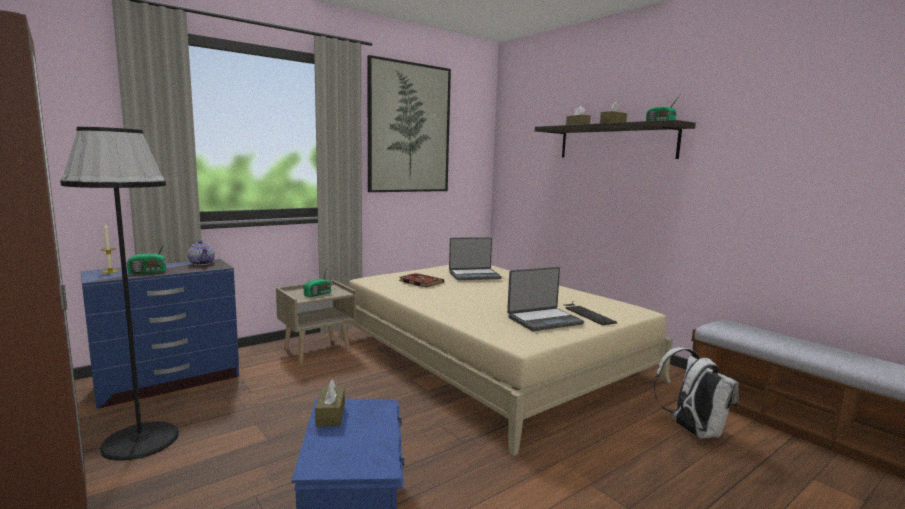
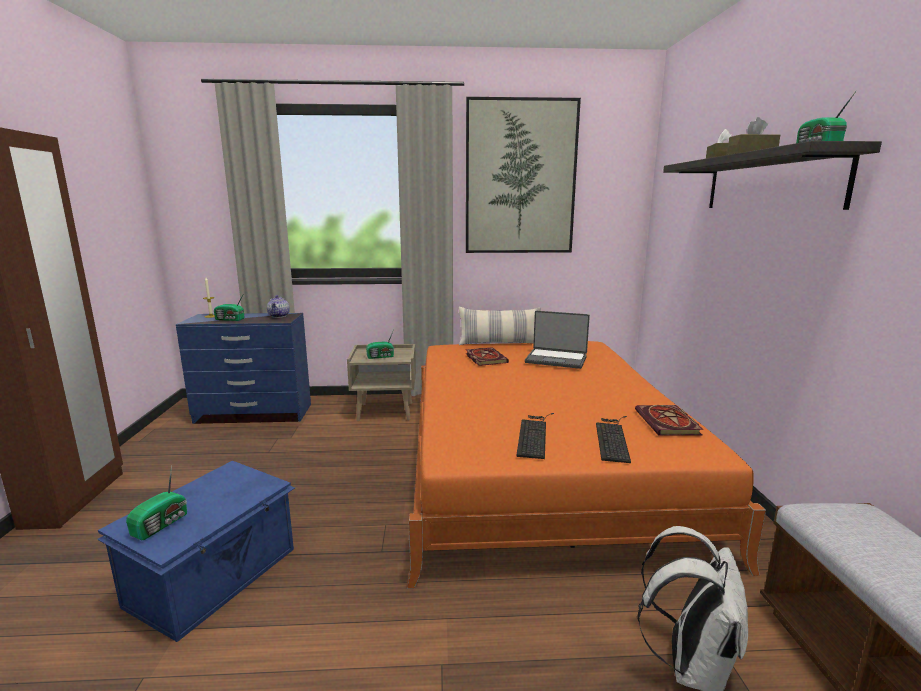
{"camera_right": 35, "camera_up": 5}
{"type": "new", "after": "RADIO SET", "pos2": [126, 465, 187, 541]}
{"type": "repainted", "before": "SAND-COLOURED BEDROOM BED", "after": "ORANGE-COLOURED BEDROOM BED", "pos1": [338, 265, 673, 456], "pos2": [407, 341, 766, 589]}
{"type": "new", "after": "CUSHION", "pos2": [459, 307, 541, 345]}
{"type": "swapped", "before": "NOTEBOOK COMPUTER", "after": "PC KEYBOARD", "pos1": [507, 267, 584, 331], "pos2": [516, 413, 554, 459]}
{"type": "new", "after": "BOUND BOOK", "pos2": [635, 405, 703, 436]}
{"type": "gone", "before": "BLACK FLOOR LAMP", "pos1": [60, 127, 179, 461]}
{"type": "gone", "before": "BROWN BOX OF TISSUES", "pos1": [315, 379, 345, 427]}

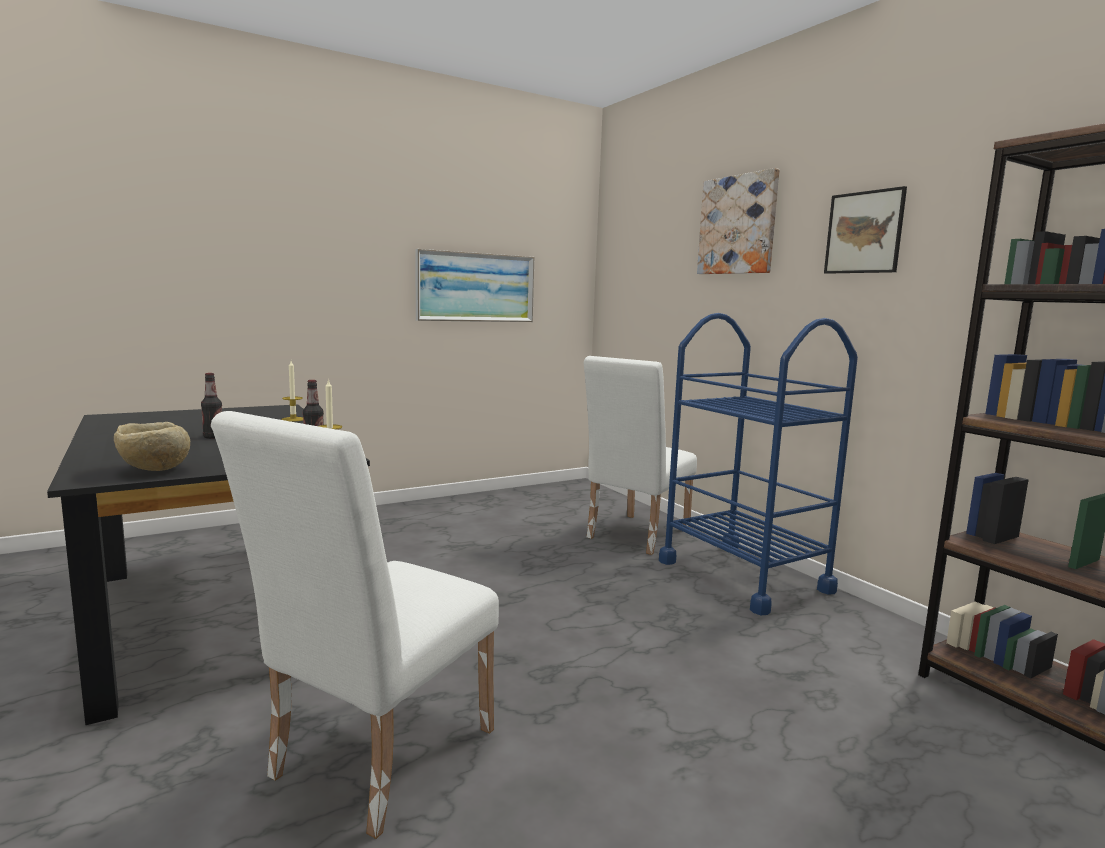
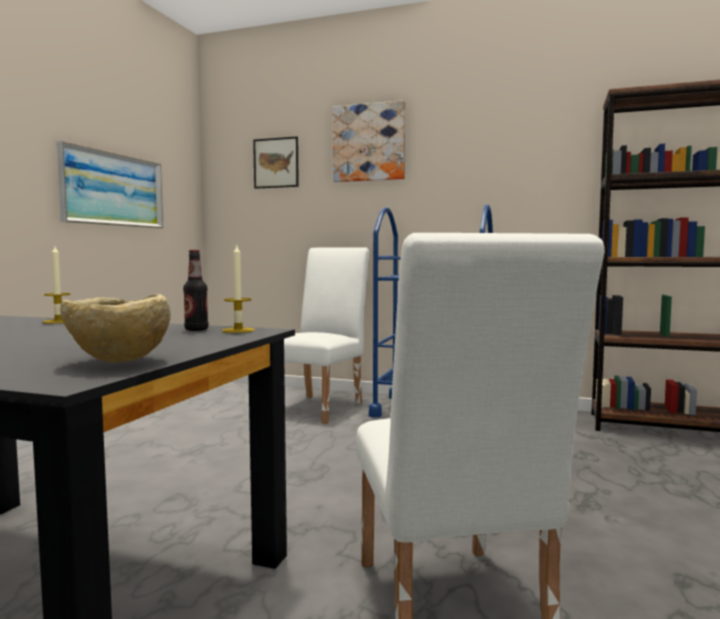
{"camera_right": -40, "camera_up": -5}
{"type": "shifted", "before": "WALL PICTURE", "pos1": [824, 186, 907, 274], "pos2": [253, 136, 299, 189]}
{"type": "rotated", "before": "WHITISH PLAIN CHAIR", "pos1": [584, 356, 697, 555], "pos2": [284, 247, 370, 424], "turn": -150}
{"type": "gone", "before": "BEVERAGE BOTTLE", "pos1": [201, 373, 222, 439]}

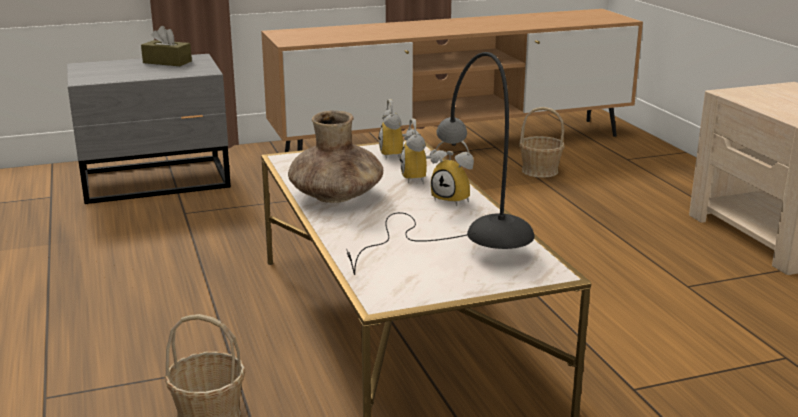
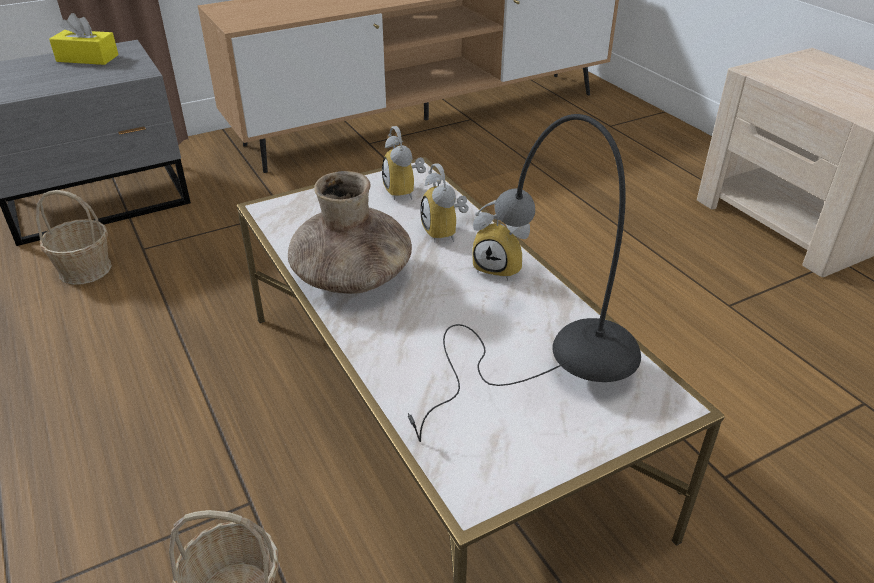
{"camera_right": -10, "camera_up": 15}
{"type": "shifted", "before": "BASKET", "pos1": [519, 107, 565, 178], "pos2": [36, 190, 112, 285]}
{"type": "repainted", "before": "BROWN BOX OF TISSUES", "after": "YELLOWISH BOX OF TISSUES", "pos1": [141, 26, 192, 66], "pos2": [49, 13, 119, 65]}

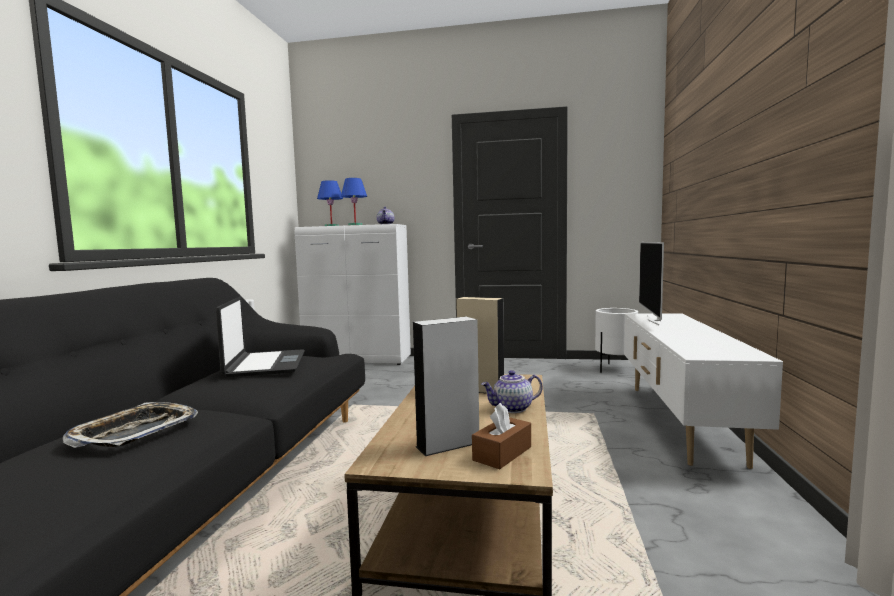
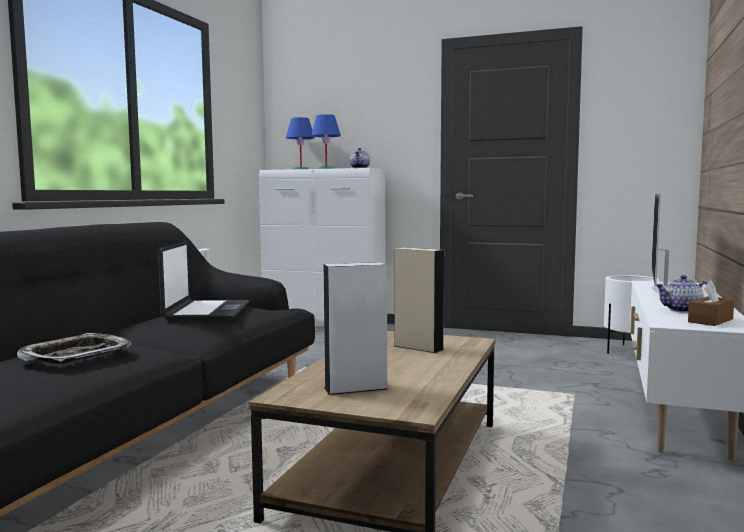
{"camera_right": 10, "camera_up": 0}
{"type": "shifted", "before": "POT FOR TEA", "pos1": [481, 370, 543, 413], "pos2": [655, 275, 709, 313]}
{"type": "shifted", "before": "BROWN BOX OF TISSUES", "pos1": [472, 403, 531, 469], "pos2": [688, 281, 734, 326]}

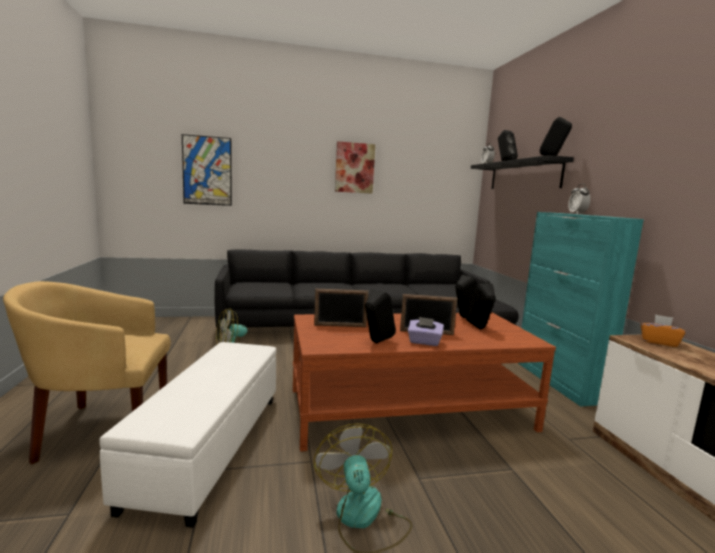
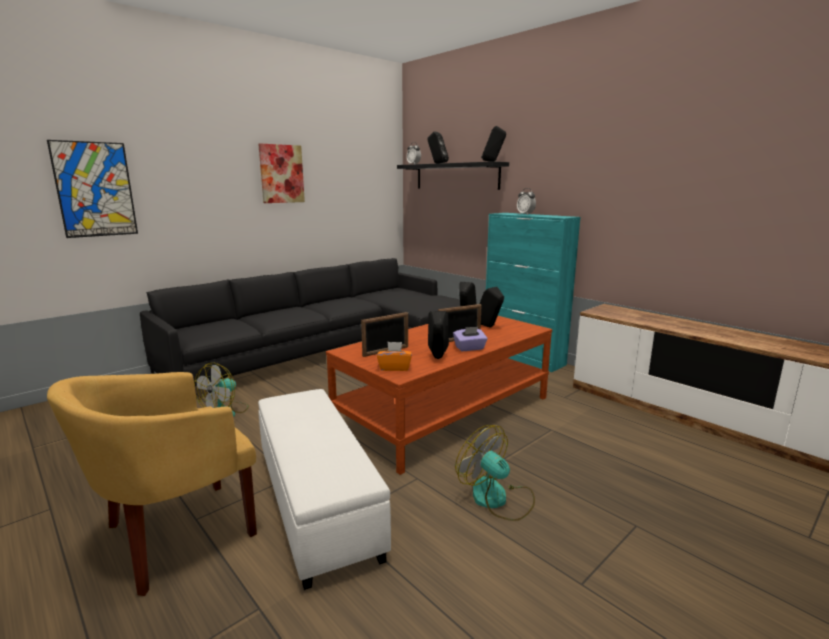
{"camera_right": -30, "camera_up": 5}
{"type": "shifted", "before": "ORANGE-COLOURED BOX OF TISSUES", "pos1": [641, 315, 686, 347], "pos2": [377, 342, 412, 371]}

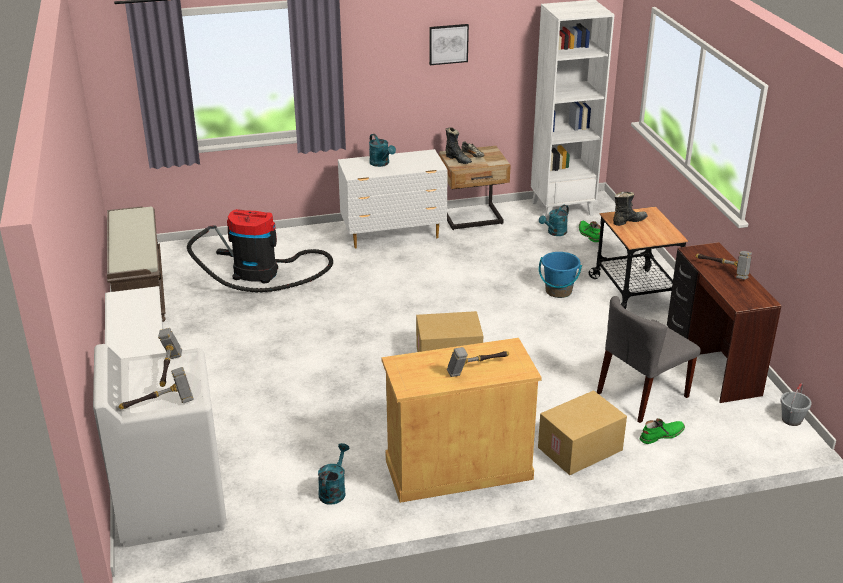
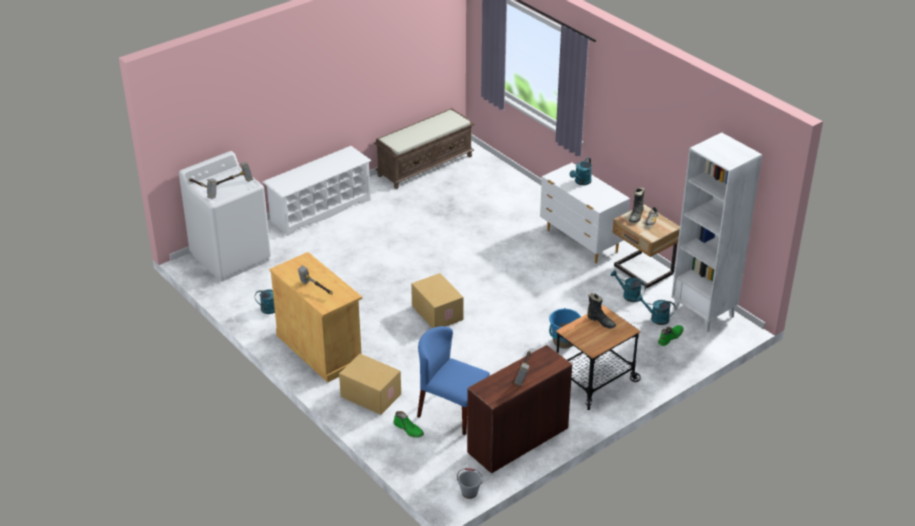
{"camera_right": 65, "camera_up": 5}
{"type": "repainted", "before": "GREY PLAIN CHAIR", "after": "BLUISH PLAIN CHAIR", "pos1": [597, 296, 701, 423], "pos2": [417, 326, 490, 435]}
{"type": "new", "after": "TURQUOISE-COLOURED WATERING POT", "pos2": [611, 270, 646, 302]}
{"type": "gone", "before": "HOOVER", "pos1": [187, 209, 333, 292]}
{"type": "gone", "before": "WALL PICTURE", "pos1": [429, 24, 469, 65]}

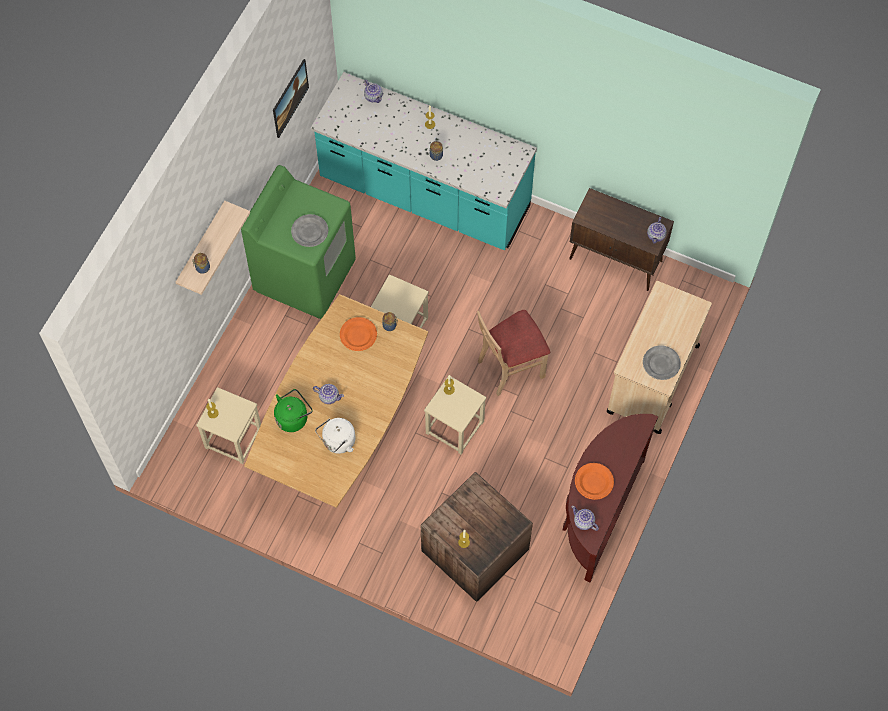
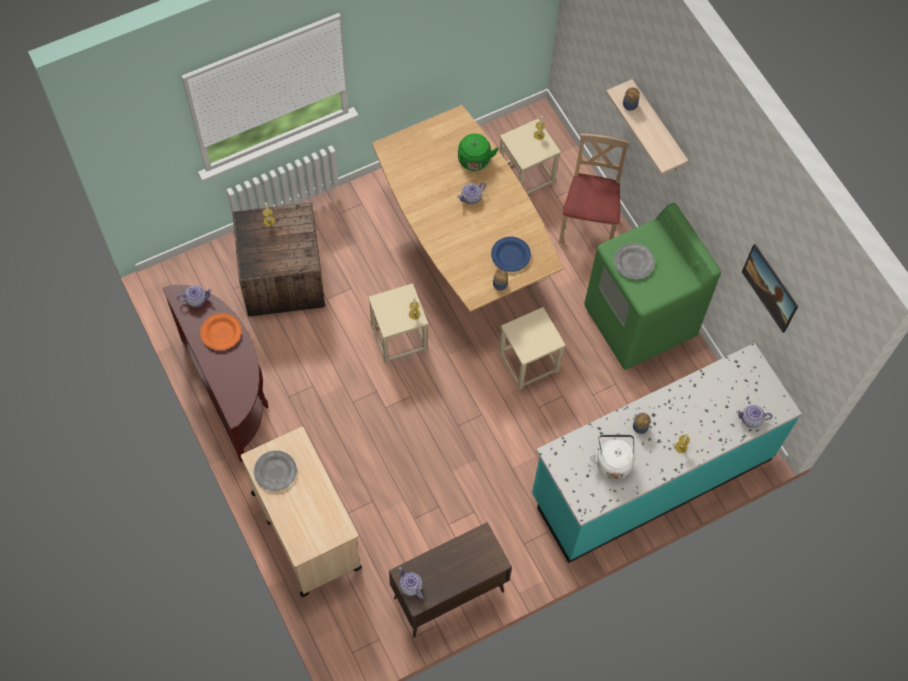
{"camera_right": 125, "camera_up": 0}
{"type": "repainted", "before": "ORANGE-COLOURED FLAT DISH", "after": "BLUISH FLAT DISH", "pos1": [340, 317, 377, 351], "pos2": [491, 237, 531, 272]}
{"type": "shifted", "before": "SAND-COLOURED PLAIN CHAIR", "pos1": [477, 310, 550, 396], "pos2": [559, 133, 629, 244]}
{"type": "shifted", "before": "WHITISH KETTLE", "pos1": [315, 418, 355, 454], "pos2": [590, 435, 635, 479]}

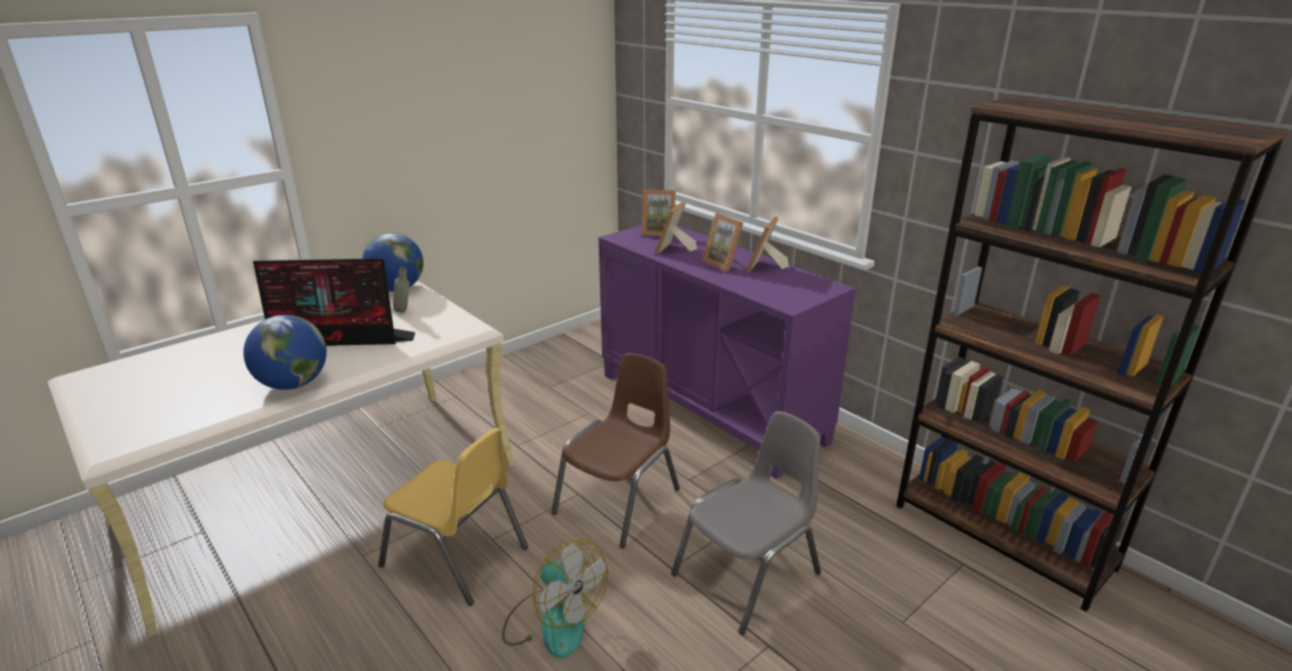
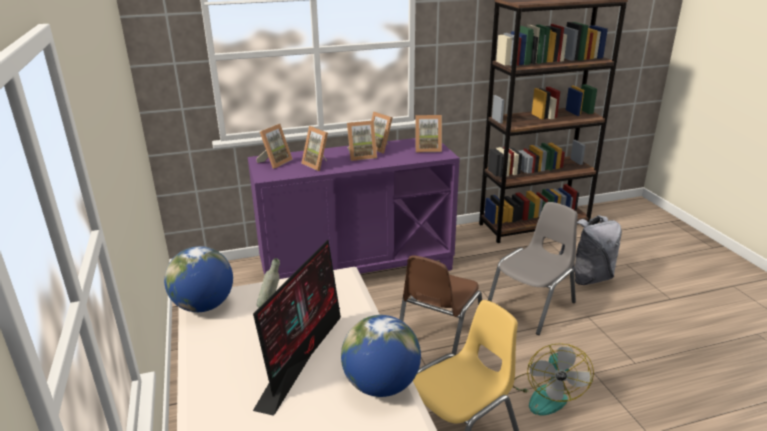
{"camera_right": -65, "camera_up": 0}
{"type": "rotated", "before": "BROWN PLAIN CHAIR", "pos1": [551, 353, 680, 549], "pos2": [399, 255, 482, 355], "turn": -120}
{"type": "new", "after": "PICTURE FRAME", "pos2": [415, 115, 442, 152]}
{"type": "rotated", "before": "GREY PLAIN CHAIR", "pos1": [671, 411, 821, 635], "pos2": [488, 202, 578, 335], "turn": 60}
{"type": "rotated", "before": "ELECTRIC FAN", "pos1": [502, 540, 608, 658], "pos2": [513, 343, 594, 416], "turn": 120}
{"type": "new", "after": "GREY RUCKSACK", "pos2": [559, 215, 622, 285]}

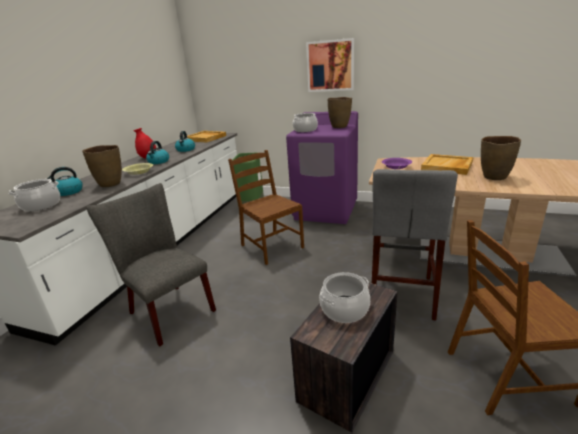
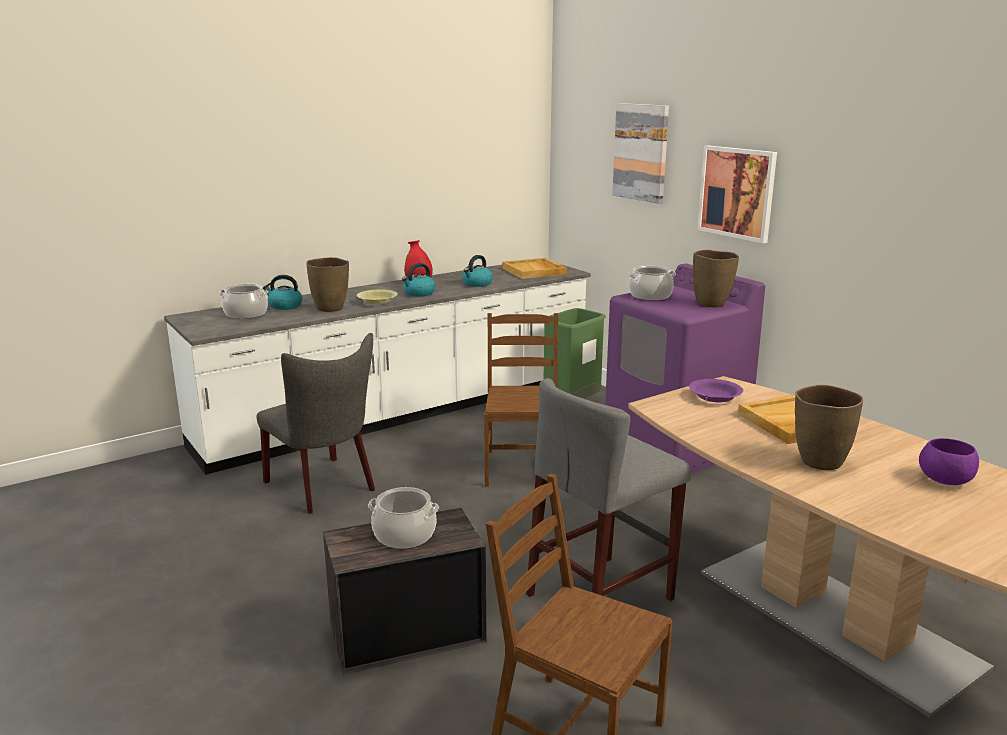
{"camera_right": 35, "camera_up": -5}
{"type": "rotated", "before": "GREY PLAIN CHAIR", "pos1": [86, 183, 216, 347], "pos2": [256, 333, 375, 514], "turn": 150}
{"type": "new", "after": "WALL PICTURE", "pos2": [612, 103, 669, 204]}
{"type": "new", "after": "PURPLE-COLOURED SERVING BOWL", "pos2": [919, 438, 979, 485]}

